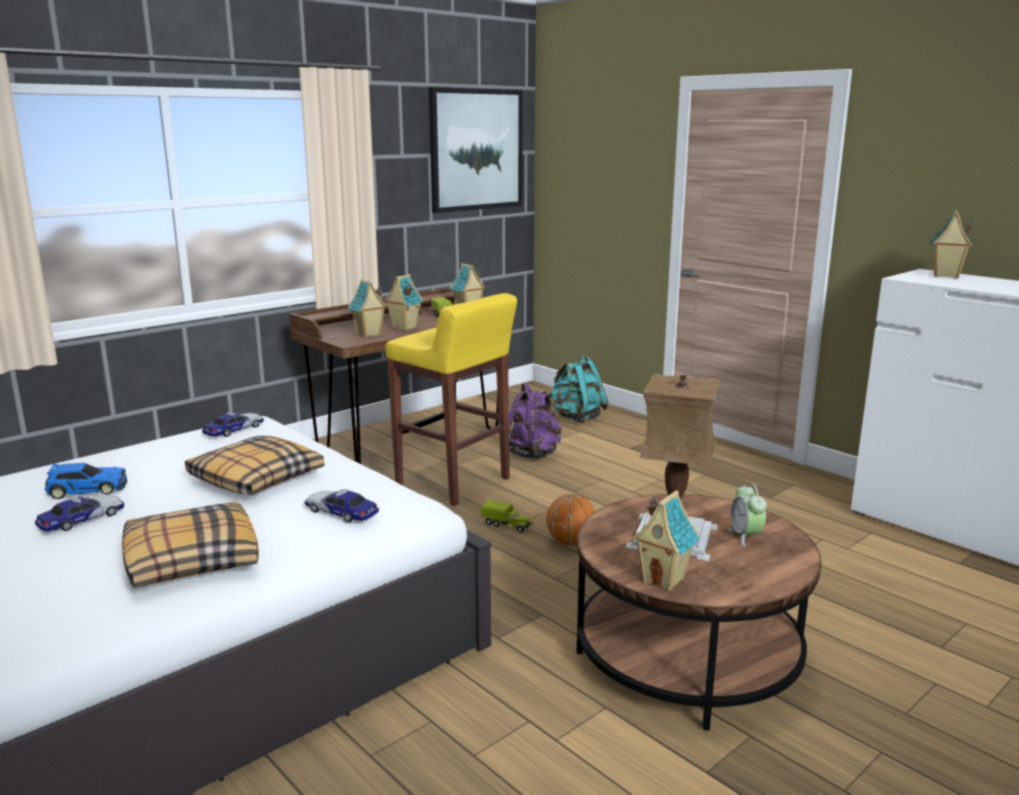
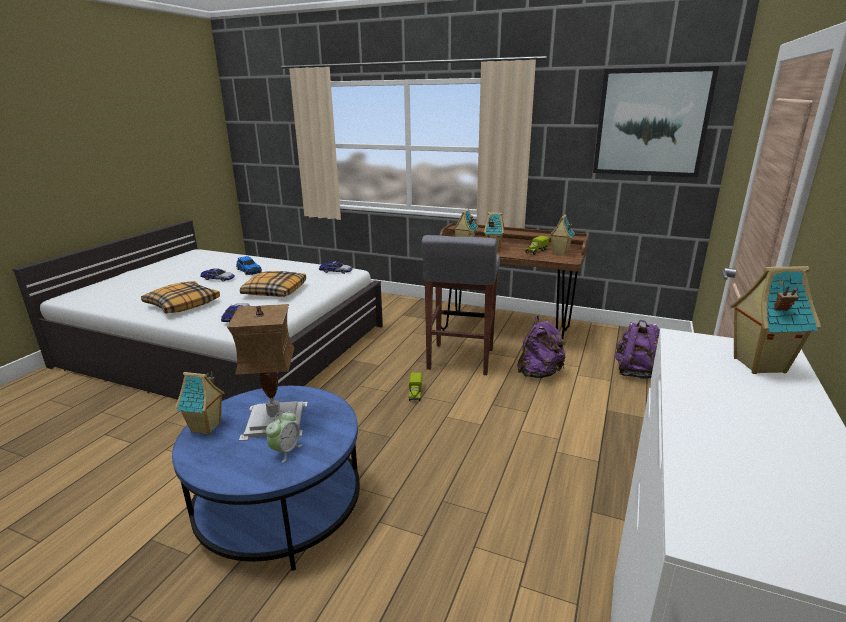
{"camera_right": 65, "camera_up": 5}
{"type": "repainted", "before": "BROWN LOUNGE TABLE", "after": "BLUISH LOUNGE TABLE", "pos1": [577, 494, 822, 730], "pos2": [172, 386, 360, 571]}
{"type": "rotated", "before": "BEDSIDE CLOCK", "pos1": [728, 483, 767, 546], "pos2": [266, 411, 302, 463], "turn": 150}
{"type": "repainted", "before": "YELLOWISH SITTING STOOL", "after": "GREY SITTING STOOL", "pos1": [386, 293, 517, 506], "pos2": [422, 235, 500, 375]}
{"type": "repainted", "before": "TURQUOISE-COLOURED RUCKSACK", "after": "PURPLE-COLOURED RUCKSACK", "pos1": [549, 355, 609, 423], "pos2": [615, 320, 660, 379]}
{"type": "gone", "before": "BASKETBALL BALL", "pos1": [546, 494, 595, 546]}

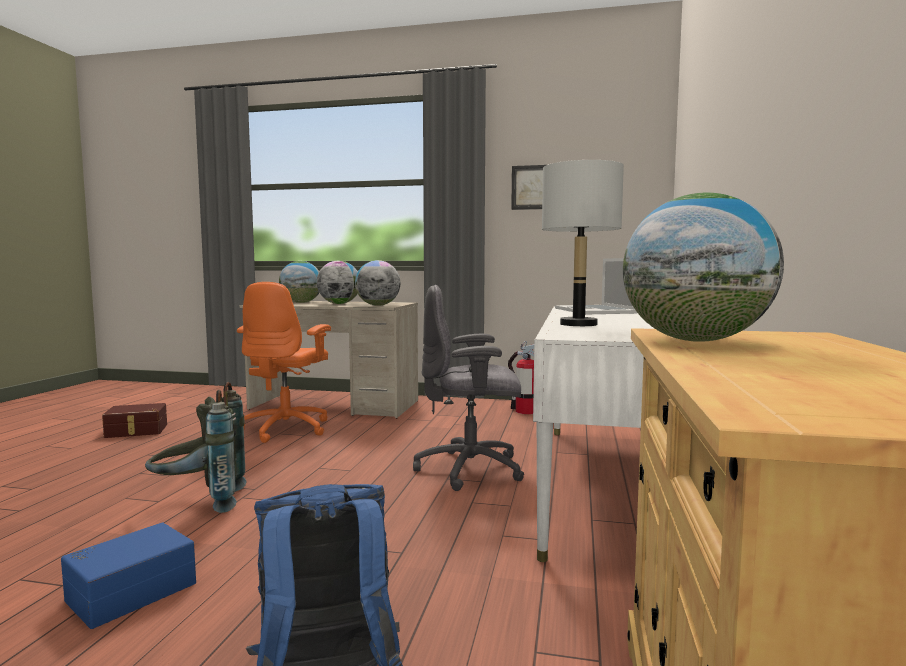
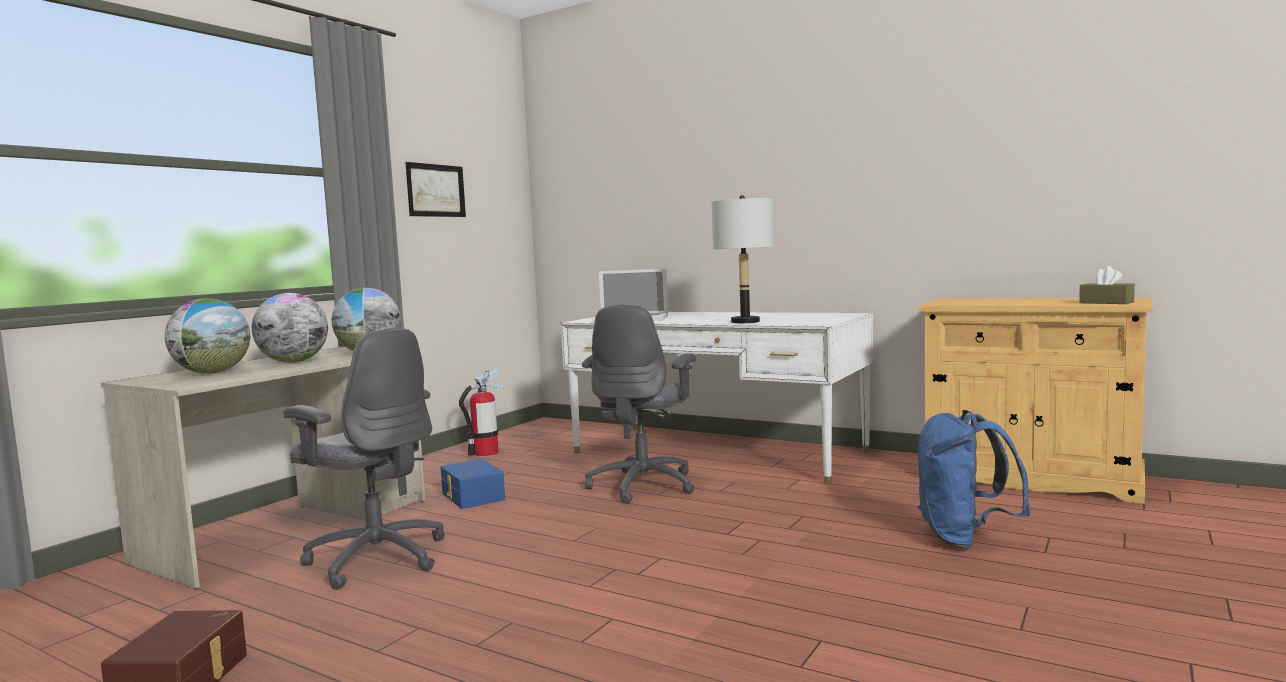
{"camera_right": -70, "camera_up": 0}
{"type": "repainted", "before": "ORANGE-COLOURED COMPUTER CHAIR", "after": "GREY COMPUTER CHAIR", "pos1": [237, 282, 331, 443], "pos2": [283, 328, 445, 590]}
{"type": "shifted", "before": "BLUISH STORAGE BIN", "pos1": [61, 523, 196, 629], "pos2": [441, 459, 505, 509]}
{"type": "new", "after": "BROWN BOX OF TISSUES", "pos2": [1079, 266, 1135, 304]}
{"type": "gone", "before": "GREY RUCKSACK", "pos1": [145, 382, 247, 513]}
{"type": "gone", "before": "DESK GLOBE", "pos1": [623, 193, 784, 342]}

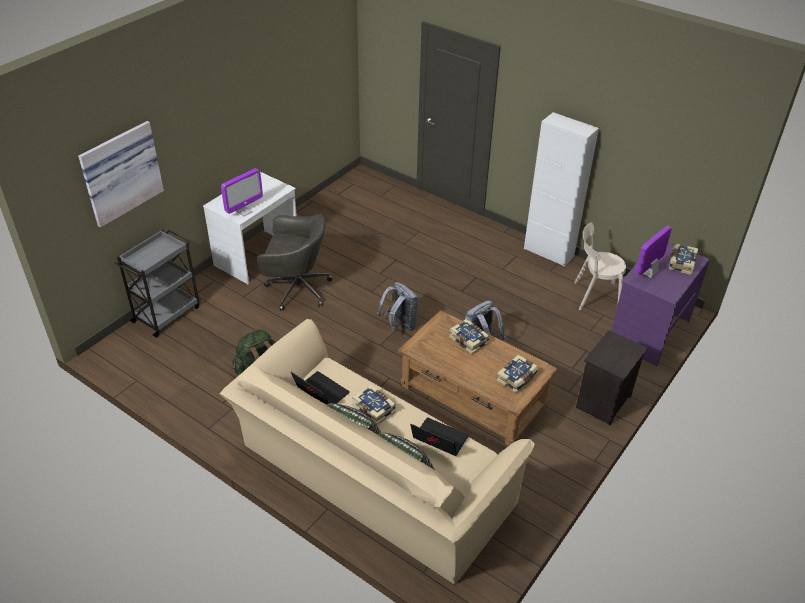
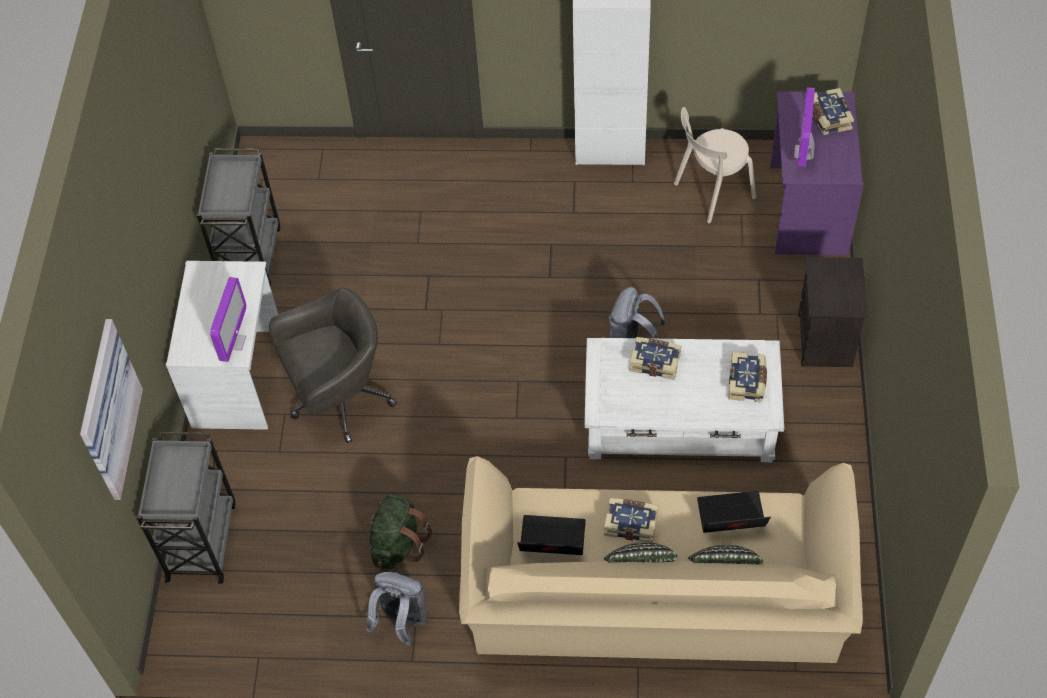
{"camera_right": -30, "camera_up": 15}
{"type": "new", "after": "GREY TROLLEY", "pos2": [197, 149, 280, 287]}
{"type": "shifted", "before": "GREY RUCKSACK", "pos1": [377, 282, 419, 331], "pos2": [366, 572, 427, 646]}
{"type": "repainted", "before": "BROWN LOUNGE TABLE", "after": "WHITISH LOUNGE TABLE", "pos1": [398, 310, 558, 446], "pos2": [584, 338, 784, 462]}

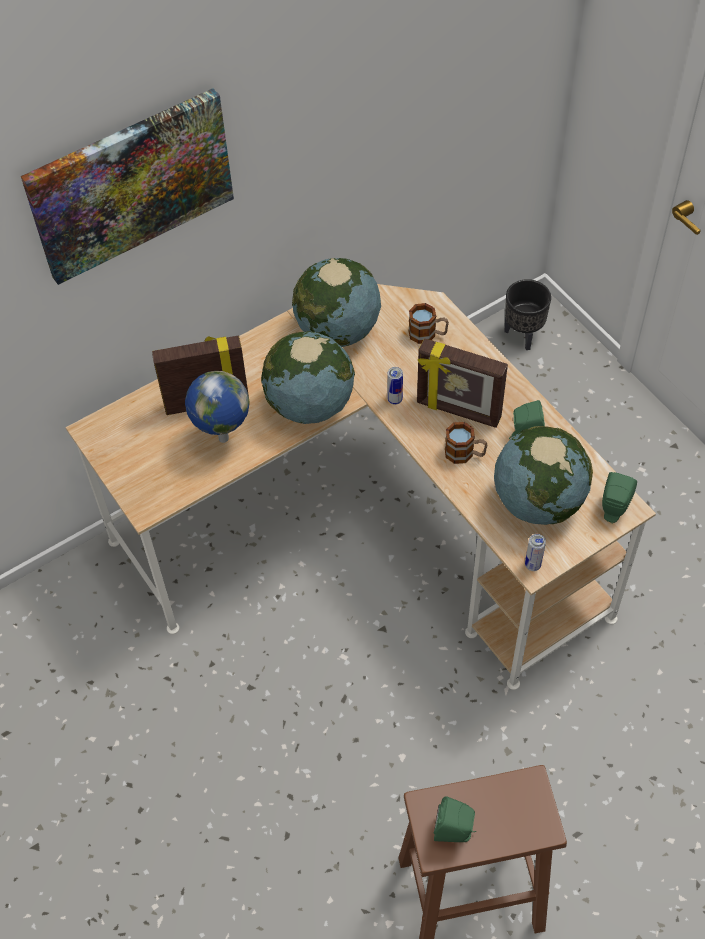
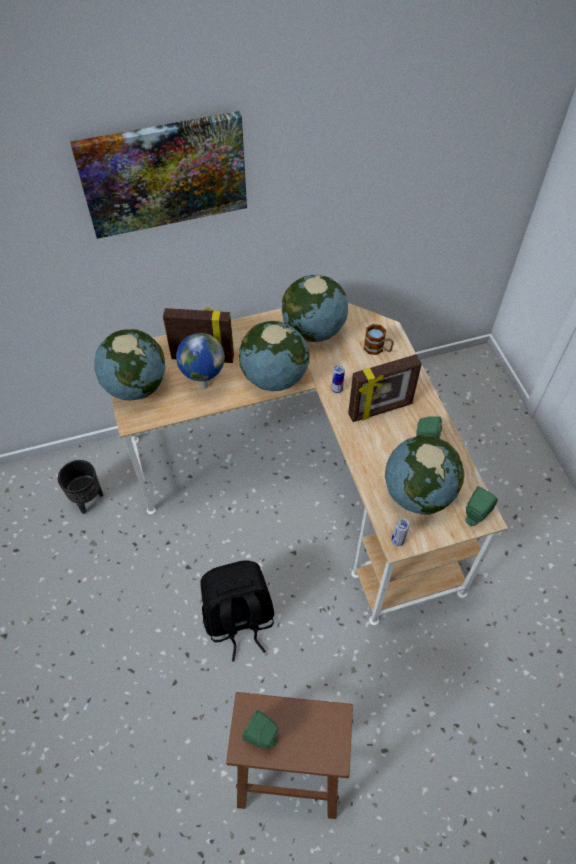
{"camera_right": 15, "camera_up": 0}
{"type": "shifted", "before": "BLACK PLANTER", "pos1": [504, 279, 551, 350], "pos2": [58, 460, 103, 514]}
{"type": "new", "after": "DESK GLOBE", "pos2": [94, 329, 166, 400]}
{"type": "new", "after": "BLACK RUCKSACK", "pos2": [200, 561, 274, 661]}
{"type": "rotated", "before": "PICTURE FRAME", "pos1": [417, 338, 508, 428], "pos2": [348, 354, 422, 422], "turn": -60}
{"type": "gone", "before": "COFFEE MUG", "pos1": [445, 422, 487, 464]}

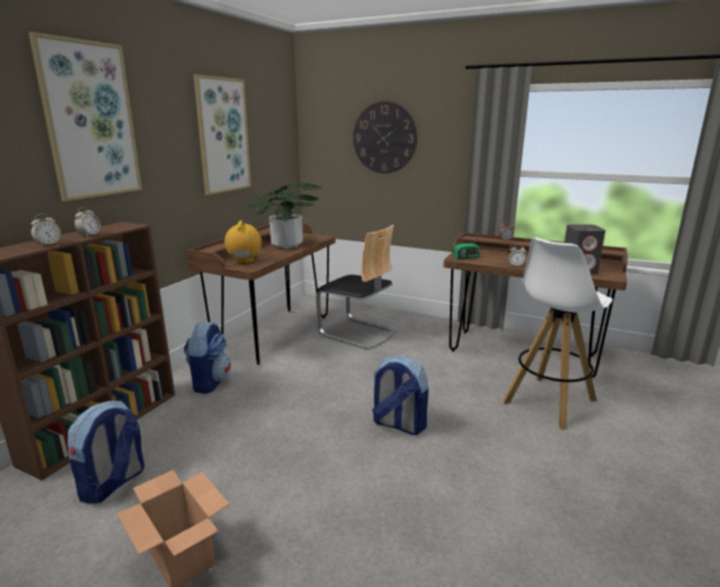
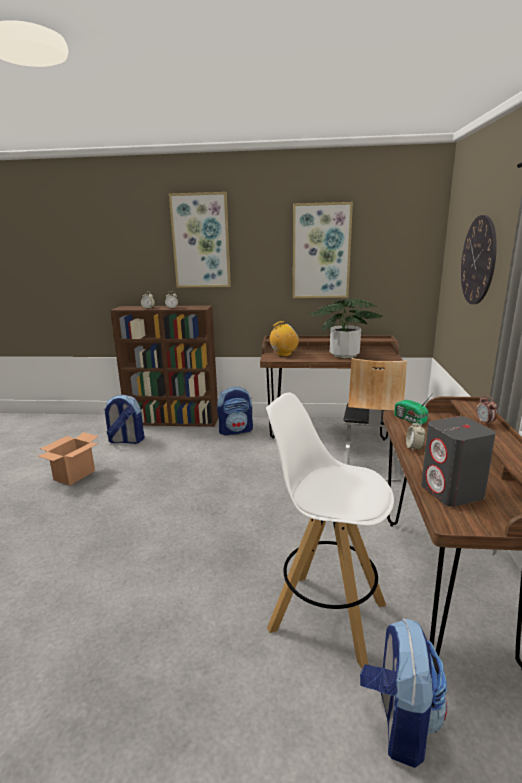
{"camera_right": 70, "camera_up": 0}
{"type": "shifted", "before": "RUCKSACK", "pos1": [372, 356, 428, 435], "pos2": [360, 618, 447, 768]}

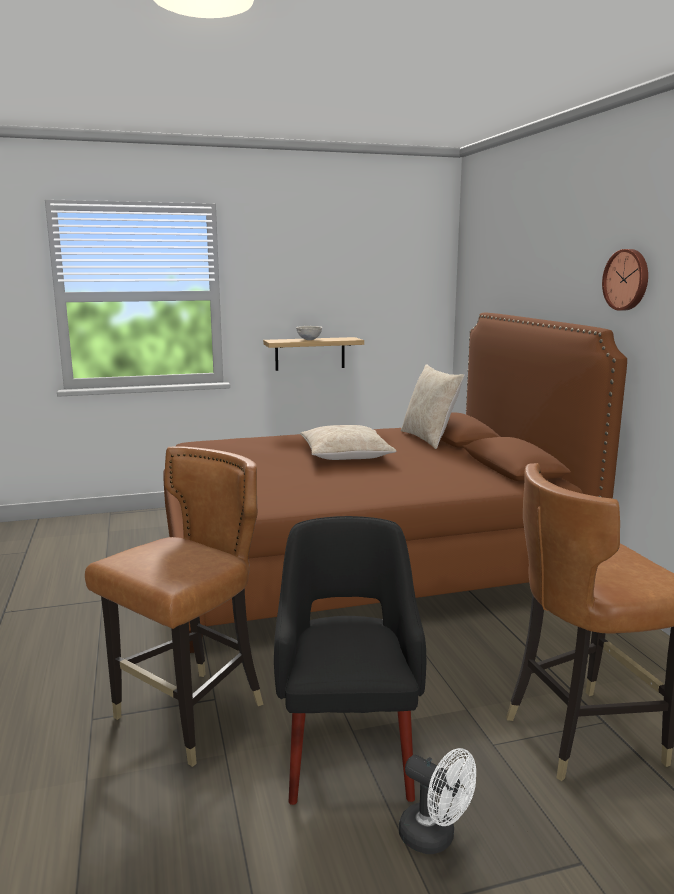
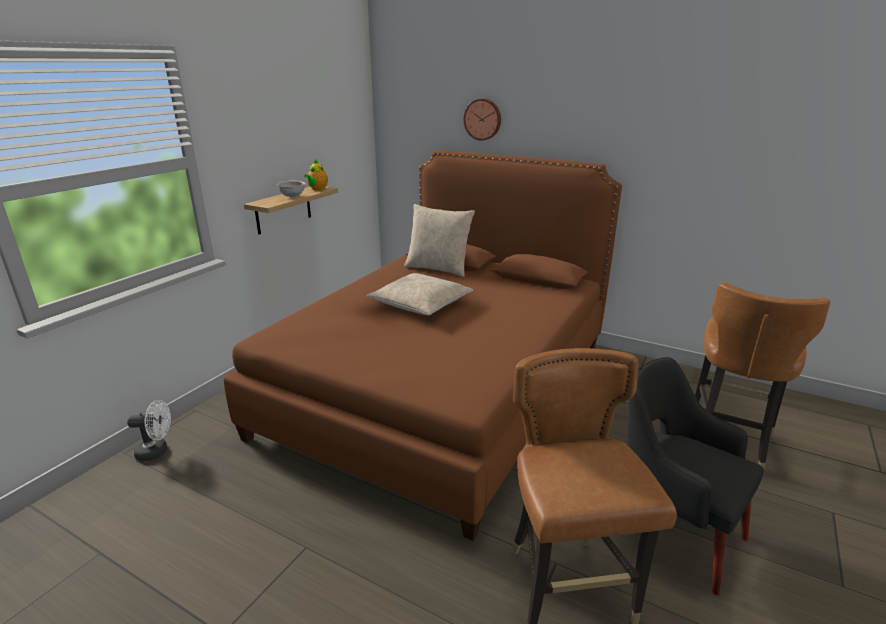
{"camera_right": -45, "camera_up": 10}
{"type": "shifted", "before": "WHITISH ELECTRIC FAN", "pos1": [399, 748, 476, 854], "pos2": [127, 400, 171, 461]}
{"type": "new", "after": "POT FOR TEA", "pos2": [304, 159, 328, 190]}
{"type": "shifted", "before": "WALL CLOCK", "pos1": [602, 249, 648, 311], "pos2": [464, 98, 501, 141]}

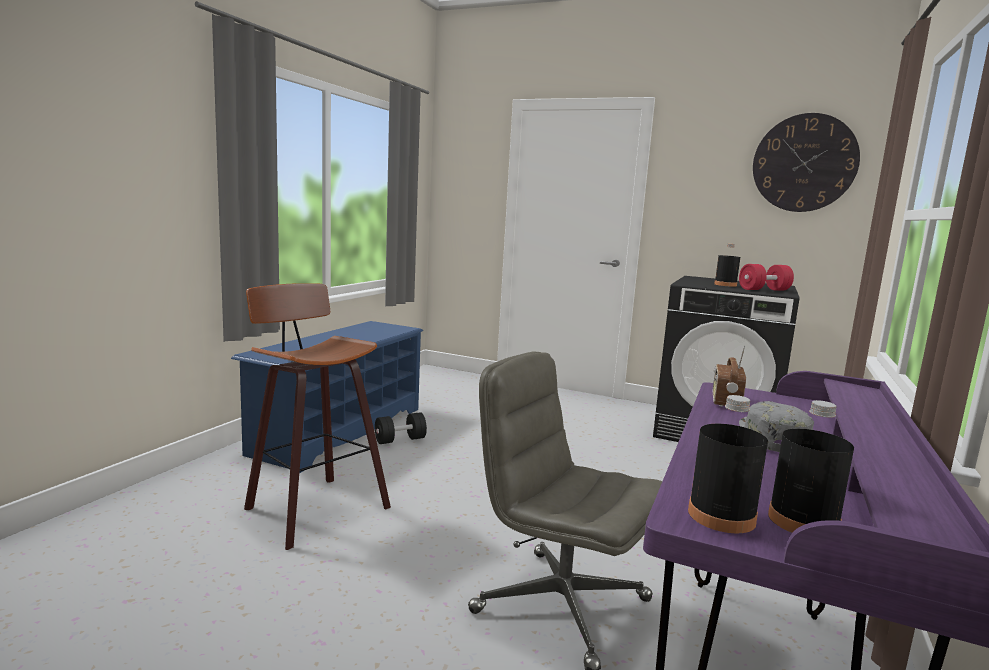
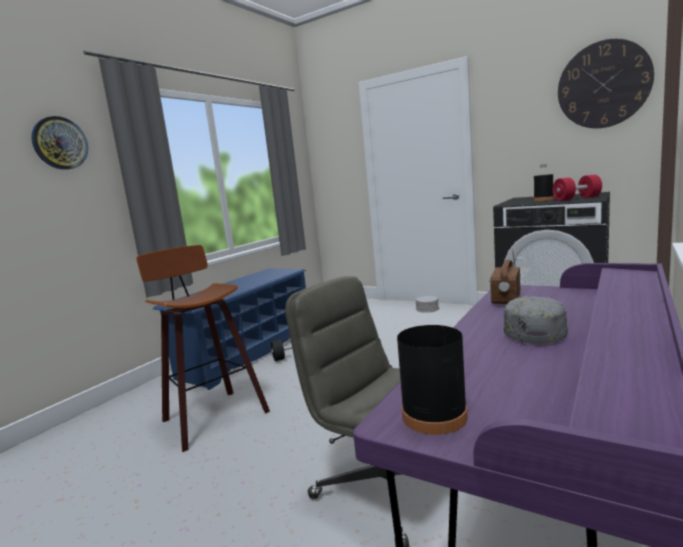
{"camera_right": 10, "camera_up": 0}
{"type": "new", "after": "WALL CLOCK", "pos2": [31, 116, 88, 170]}
{"type": "gone", "before": "BLACK BEVERAGE BOTTLE", "pos1": [768, 400, 854, 533]}

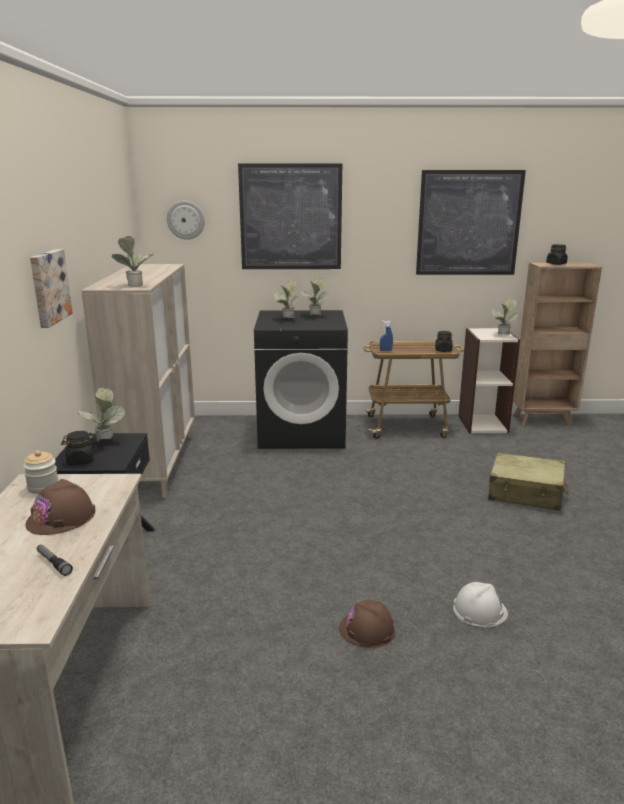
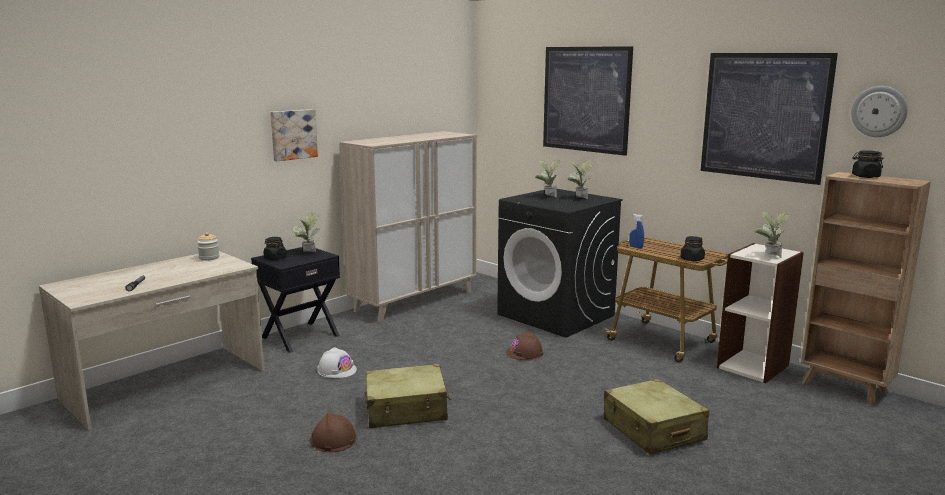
{"camera_right": 45, "camera_up": -5}
{"type": "shifted", "before": "WHITISH HARD HAT", "pos1": [453, 582, 508, 627], "pos2": [317, 347, 357, 378]}
{"type": "new", "after": "SAND-COLOURED SUITCASE", "pos2": [365, 364, 451, 428]}
{"type": "shifted", "before": "BROWN HARD HAT", "pos1": [26, 479, 95, 535], "pos2": [506, 332, 544, 360]}
{"type": "shifted", "before": "WALL CLOCK", "pos1": [167, 201, 205, 240], "pos2": [851, 86, 908, 137]}
{"type": "gone", "before": "POTTED PLANT", "pos1": [112, 235, 154, 287]}

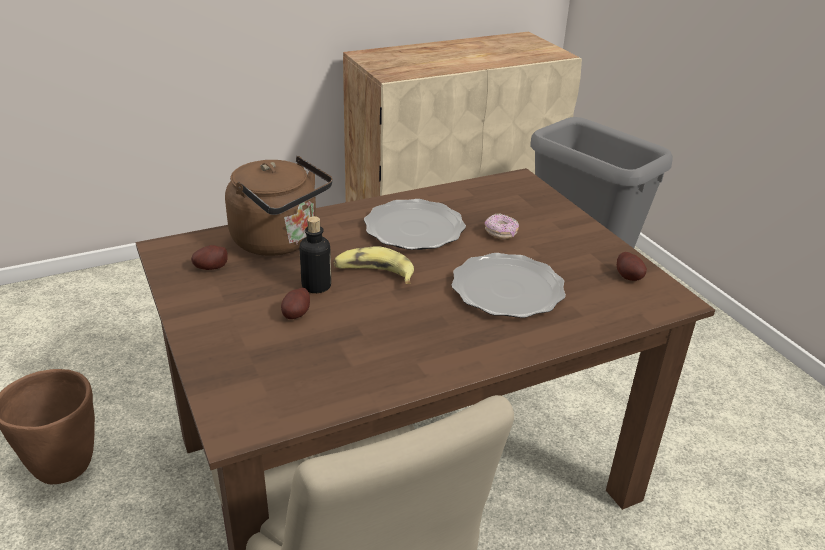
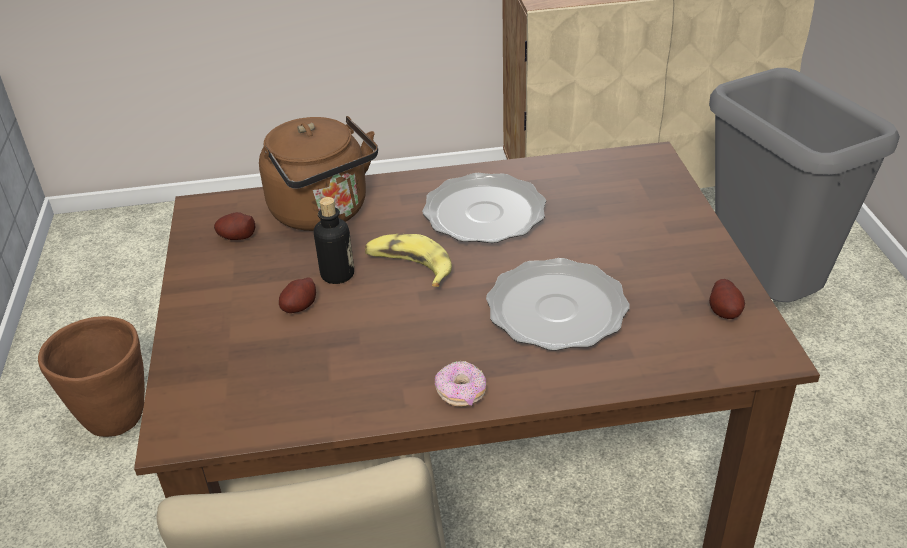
{"camera_right": 20, "camera_up": 5}
{"type": "shifted", "before": "DONUT", "pos1": [485, 214, 519, 239], "pos2": [435, 361, 487, 407]}

